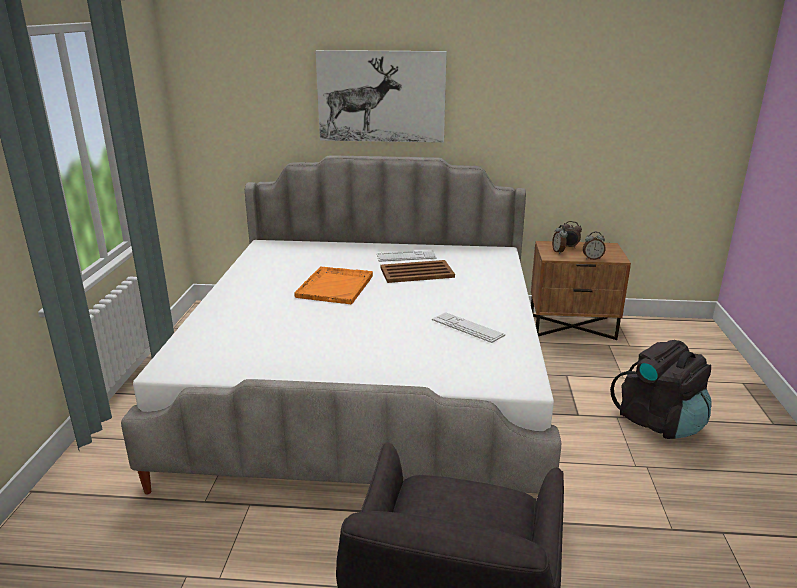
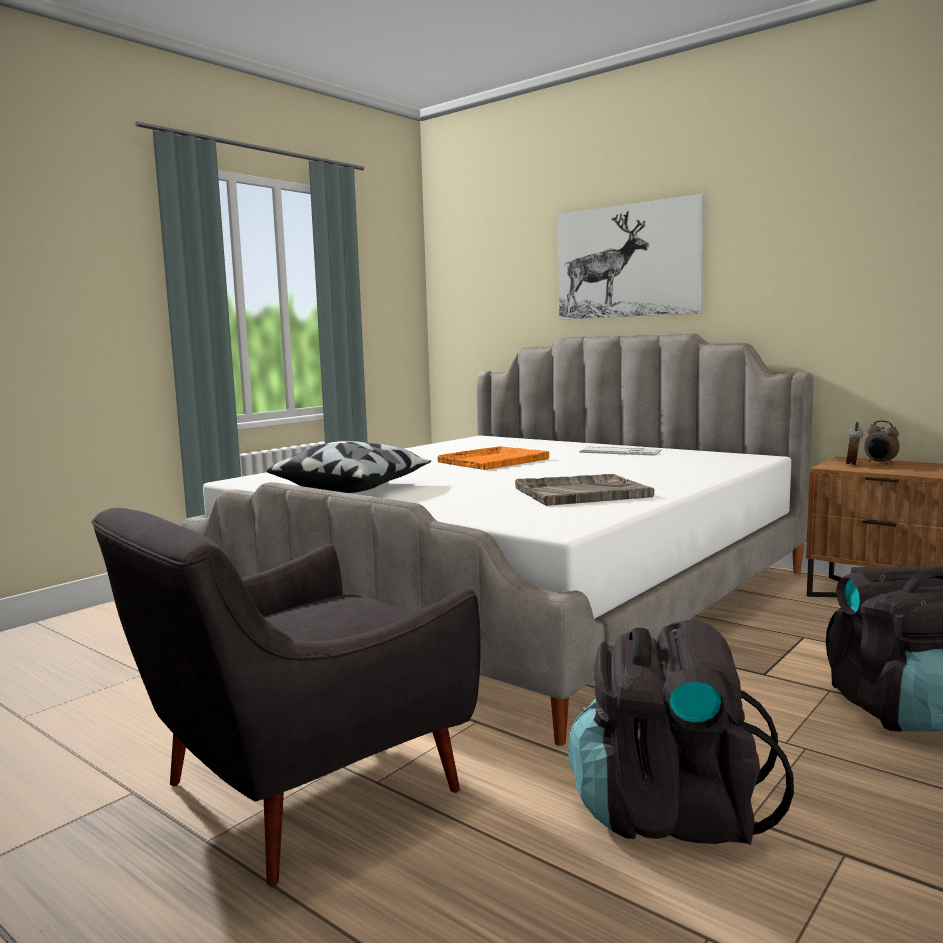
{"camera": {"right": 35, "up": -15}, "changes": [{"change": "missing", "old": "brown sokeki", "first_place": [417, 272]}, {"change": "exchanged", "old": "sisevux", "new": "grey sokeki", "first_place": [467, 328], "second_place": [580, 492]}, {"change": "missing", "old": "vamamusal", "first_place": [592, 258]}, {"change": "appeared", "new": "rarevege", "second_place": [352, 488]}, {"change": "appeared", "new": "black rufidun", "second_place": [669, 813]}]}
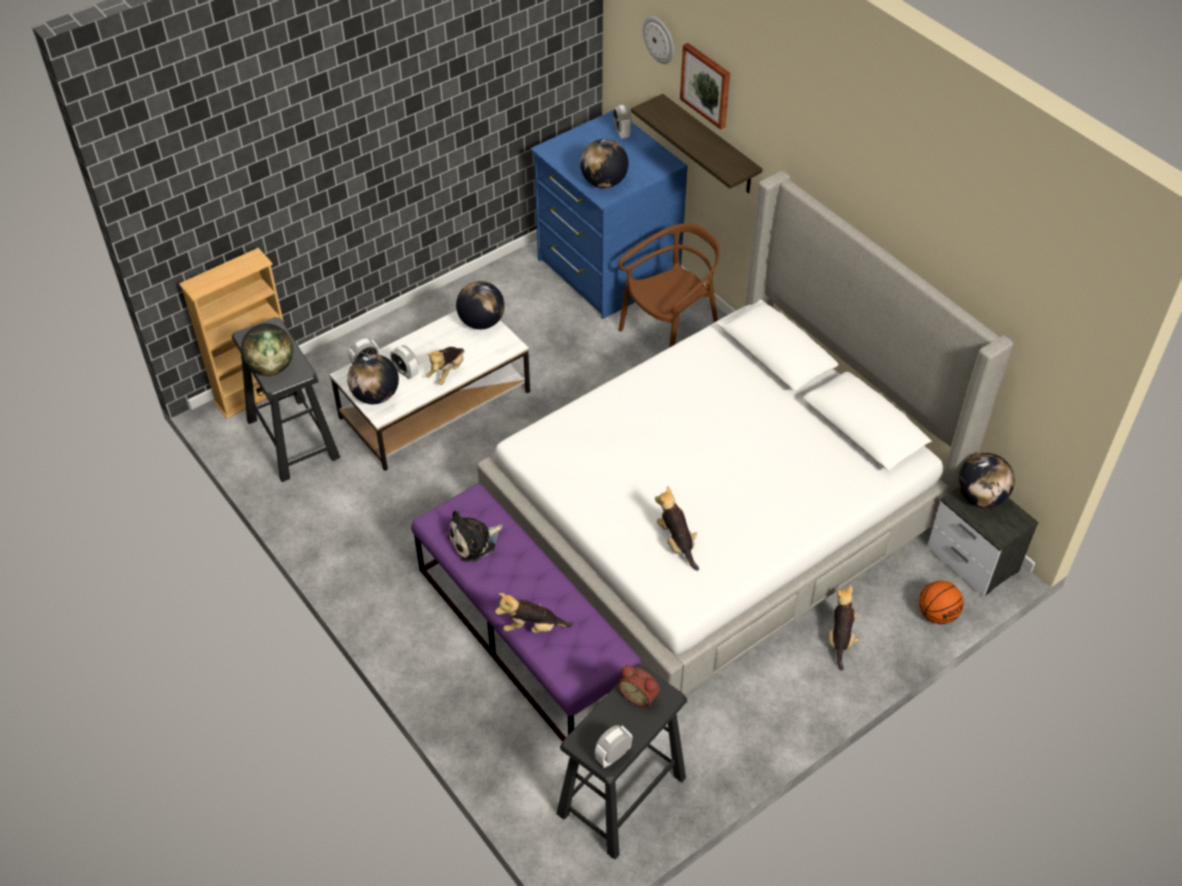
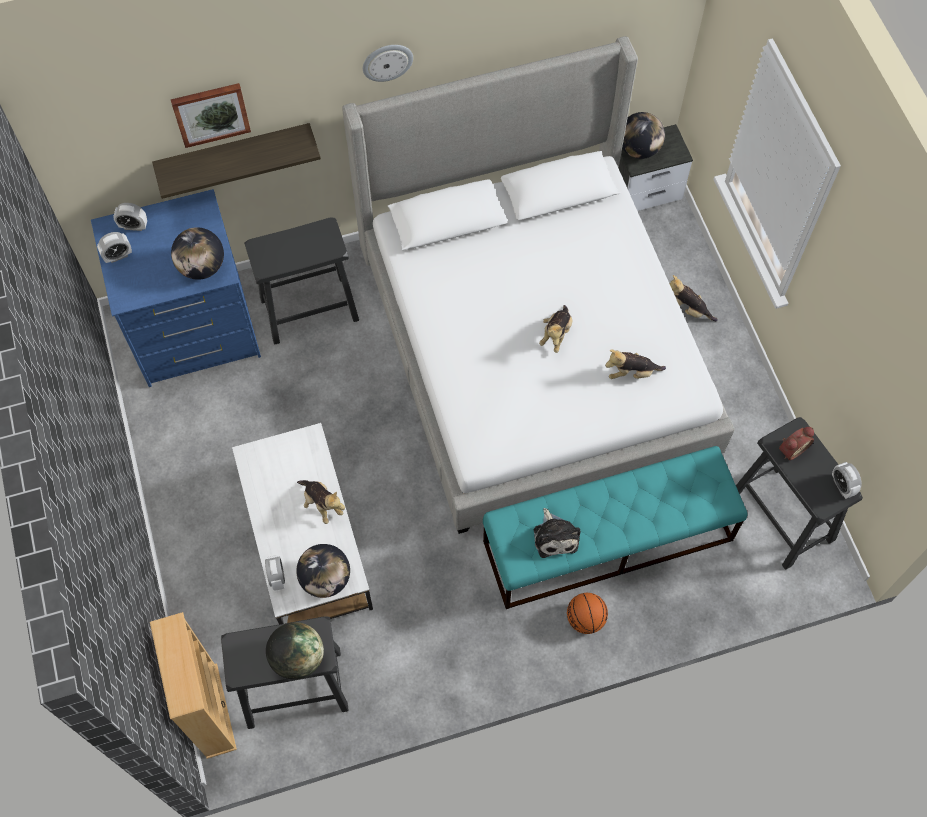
{"camera": {"right": -70, "up": 15}, "changes": [{"change": "relocated", "old": "vamamusal", "first_place": [406, 372], "second_place": [118, 256]}, {"change": "colour", "old": "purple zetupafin", "new": "turquoise zetupafin", "first_place": [525, 636], "second_place": [608, 541]}, {"change": "missing", "old": "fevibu", "first_place": [481, 322]}, {"change": "relocated", "old": "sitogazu", "first_place": [532, 627], "second_place": [556, 334]}, {"change": "exchanged", "old": "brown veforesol", "new": "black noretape", "first_place": [670, 336], "second_place": [310, 309]}, {"change": "relocated", "old": "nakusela", "first_place": [659, 39], "second_place": [387, 61]}, {"change": "relocated", "old": "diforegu", "first_place": [937, 614], "second_place": [585, 619]}]}
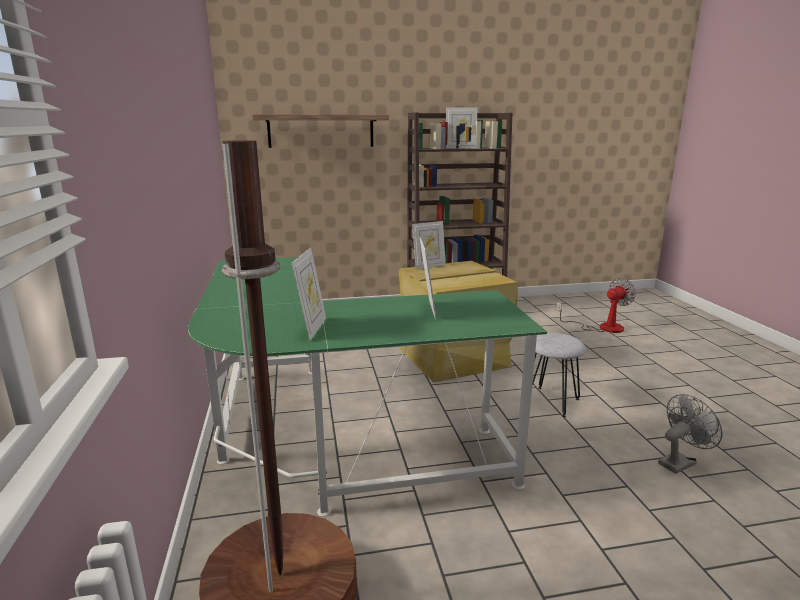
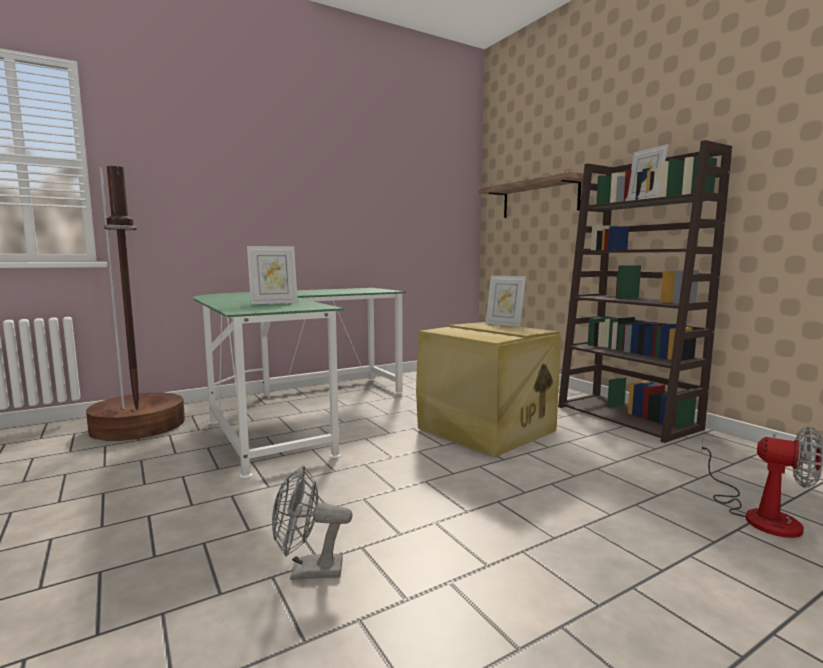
{"camera": {"right": 70, "up": -10}, "changes": [{"change": "missing", "old": "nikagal", "first_place": [312, 328]}, {"change": "missing", "old": "grey noretape", "first_place": [551, 401]}, {"change": "spun", "old": "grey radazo", "first_place": [680, 462], "second_place": [308, 571], "degrees": 135}]}
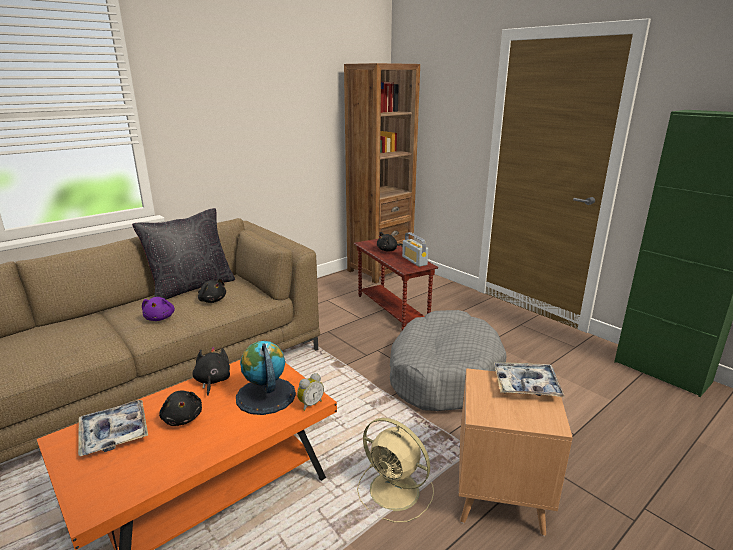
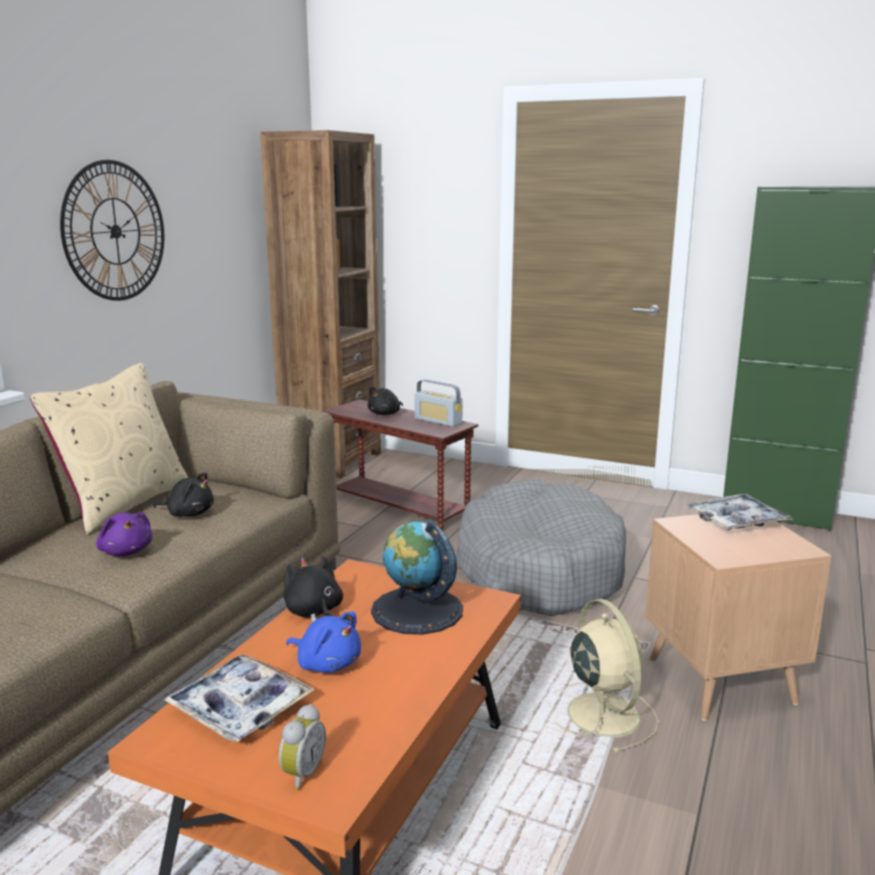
{"camera": {"right": -25, "up": -5}, "changes": [{"change": "colour", "old": "black rarevege", "new": "beige rarevege", "first_place": [191, 287], "second_place": [124, 504]}, {"change": "colour", "old": "black sitogazu", "new": "blue sitogazu", "first_place": [182, 418], "second_place": [327, 663]}, {"change": "relocated", "old": "vamamusal", "first_place": [310, 404], "second_place": [301, 774]}, {"change": "spun", "old": "beige radazo", "first_place": [396, 491], "second_place": [601, 713], "degrees": -120}, {"change": "appeared", "new": "nakusela", "second_place": [115, 231]}]}
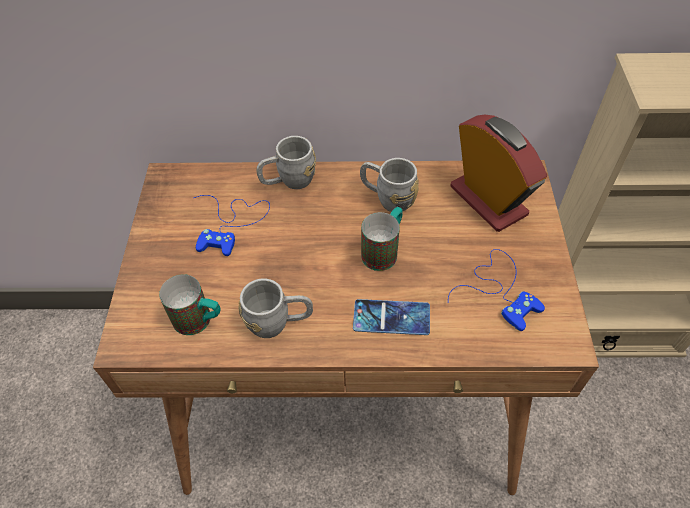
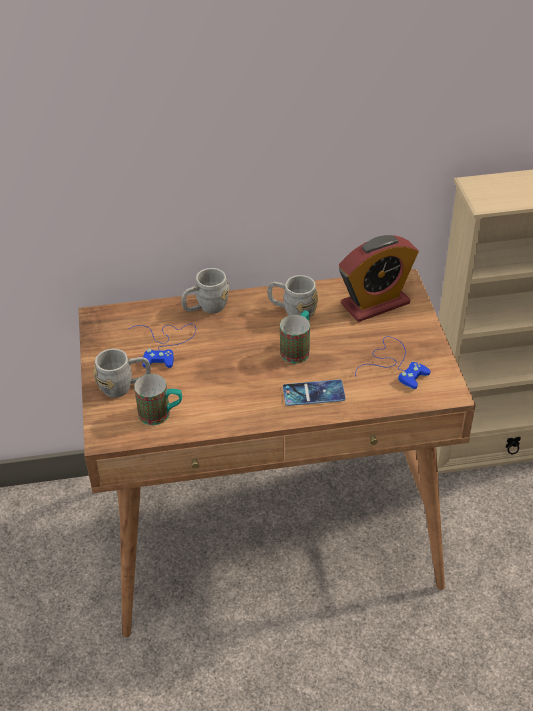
{"camera": {"right": -10, "up": -10}, "changes": [{"change": "relocated", "old": "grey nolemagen", "first_place": [278, 322], "second_place": [124, 386]}, {"change": "spun", "old": "vamamusal", "first_place": [488, 200], "second_place": [375, 304], "degrees": 105}]}
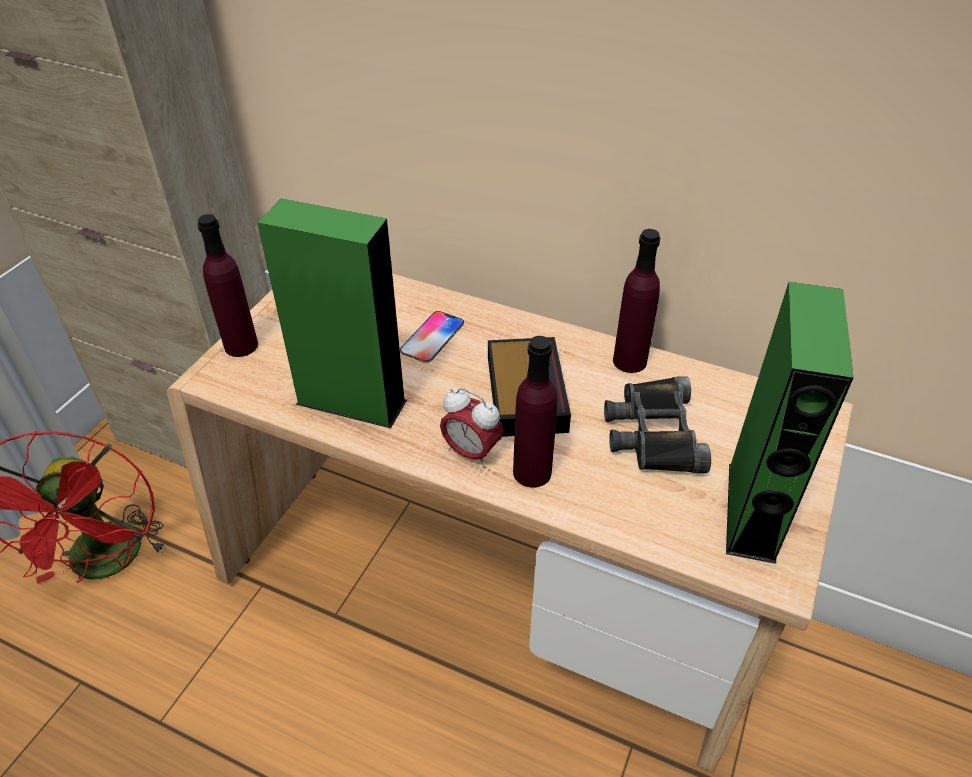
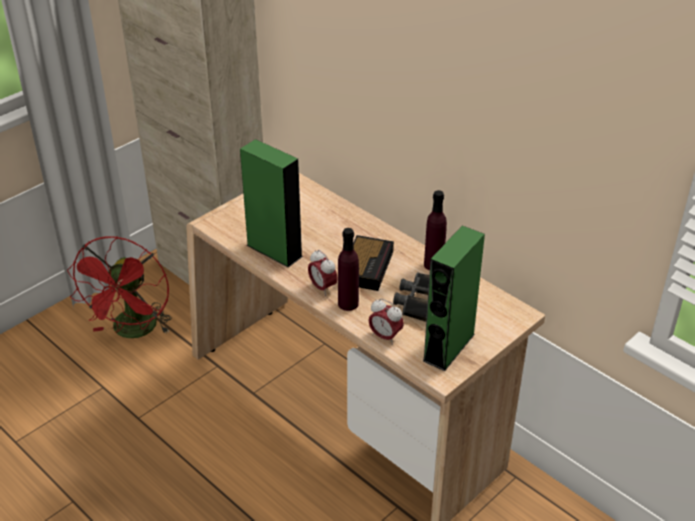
{"camera": {"right": 20, "up": -5}, "changes": [{"change": "missing", "old": "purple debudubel", "first_place": [241, 345]}, {"change": "missing", "old": "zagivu", "first_place": [432, 337]}, {"change": "appeared", "new": "vamamusal", "second_place": [385, 336]}]}
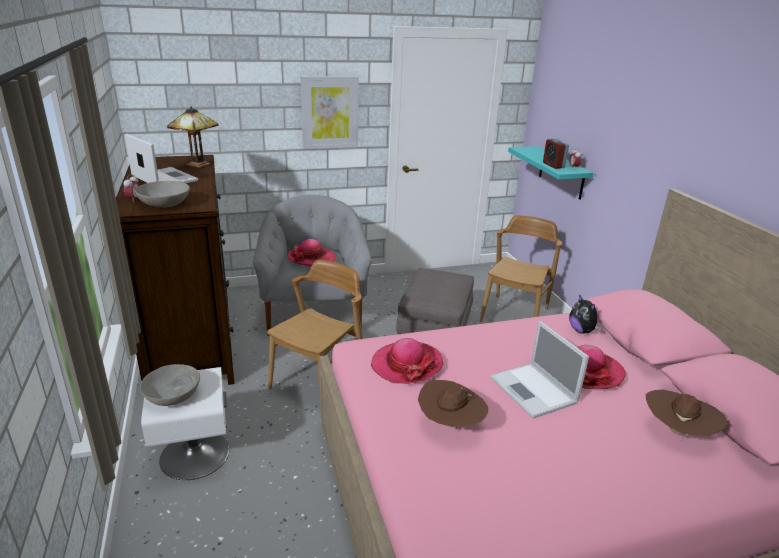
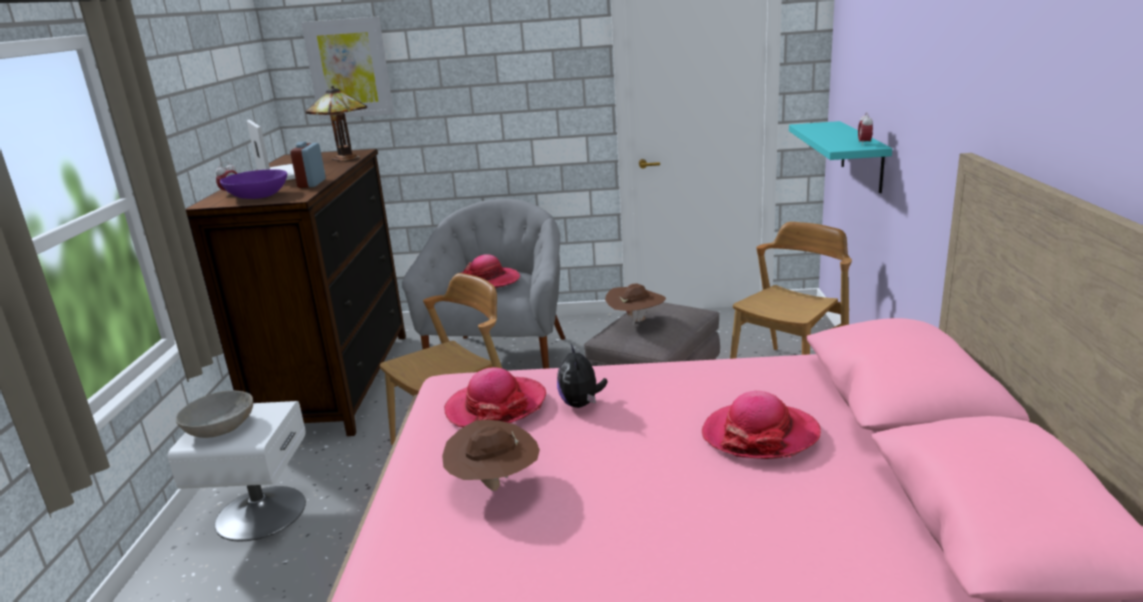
{"camera": {"right": 20, "up": -5}, "changes": [{"change": "colour", "old": "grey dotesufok", "new": "purple dotesufok", "first_place": [164, 204], "second_place": [258, 196]}, {"change": "relocated", "old": "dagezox", "first_place": [329, 112], "second_place": [349, 68]}, {"change": "missing", "old": "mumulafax", "first_place": [534, 391]}, {"change": "relocated", "old": "vamamusal", "first_place": [553, 165], "second_place": [312, 183]}, {"change": "relocated", "old": "sitogazu", "first_place": [582, 331], "second_place": [581, 404]}, {"change": "relocated", "old": "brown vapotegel", "first_place": [677, 432], "second_place": [636, 321]}]}
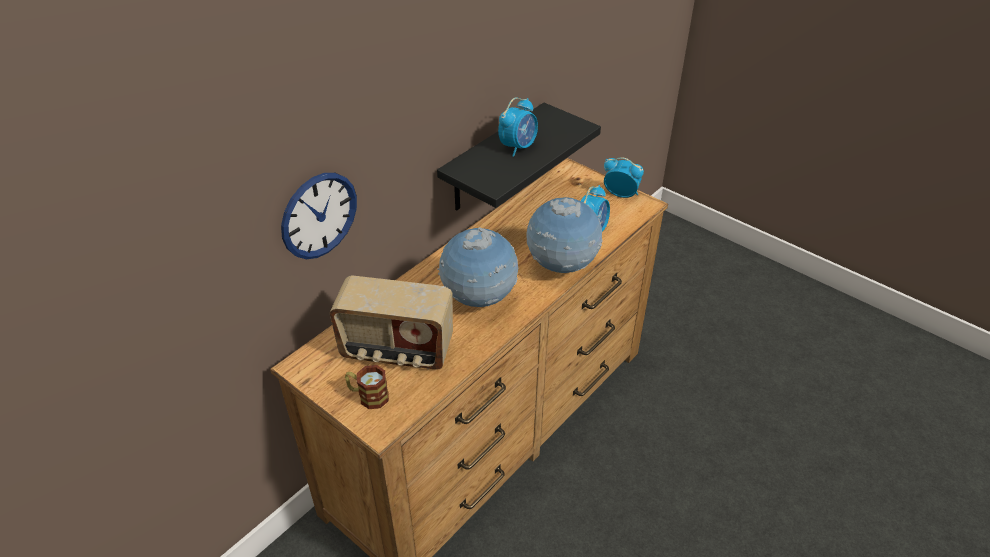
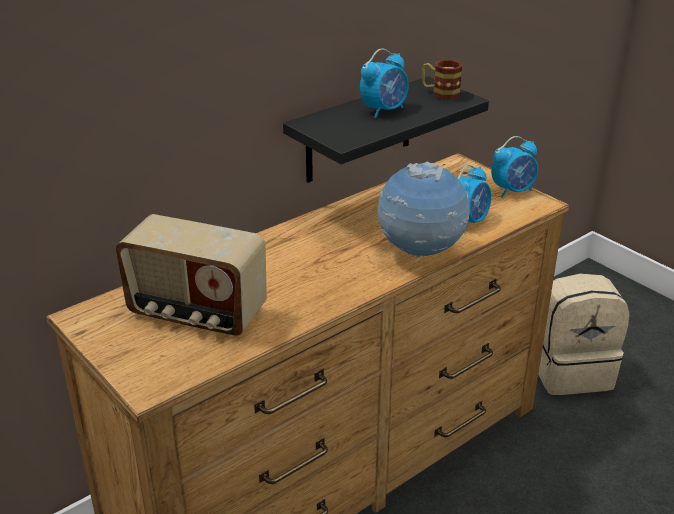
{"camera": {"right": 10, "up": -10}, "changes": [{"change": "missing", "old": "nakusela", "first_place": [319, 215]}, {"change": "relocated", "old": "nolemagen", "first_place": [368, 396], "second_place": [440, 93]}, {"change": "missing", "old": "fevibu", "first_place": [479, 299]}, {"change": "spun", "old": "vamamusal", "first_place": [621, 194], "second_place": [513, 191], "degrees": 120}, {"change": "appeared", "new": "beige rufidun", "second_place": [571, 371]}]}
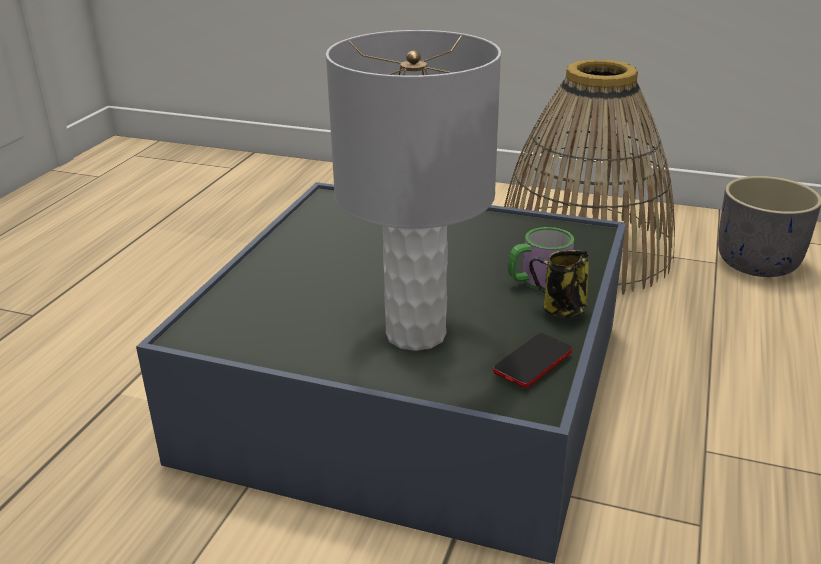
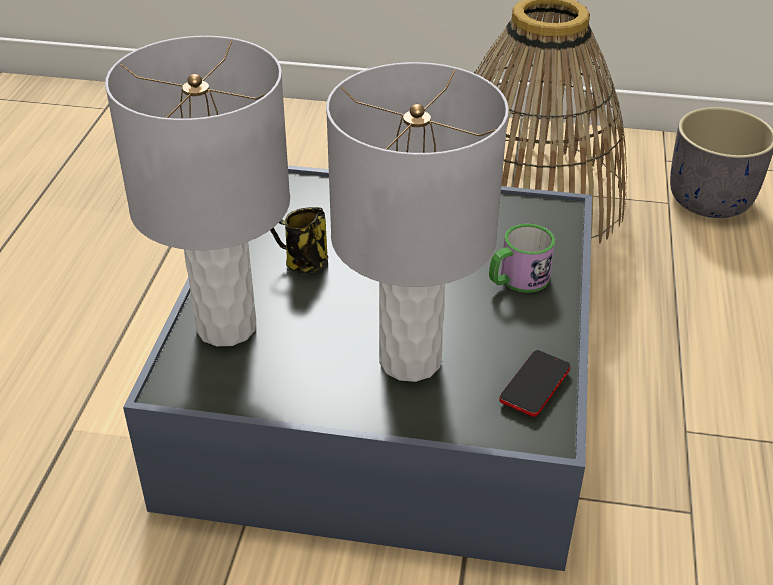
{"camera": {"right": -10, "up": 10}, "changes": [{"change": "relocated", "old": "nolemagen", "first_place": [561, 309], "second_place": [304, 263]}, {"change": "appeared", "new": "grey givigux", "second_place": [227, 327]}]}
